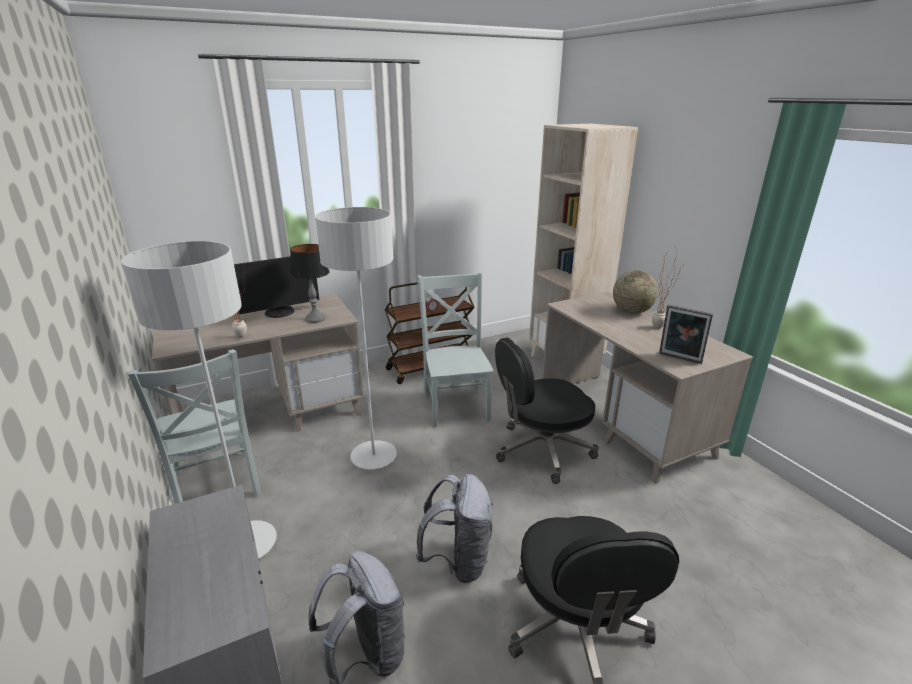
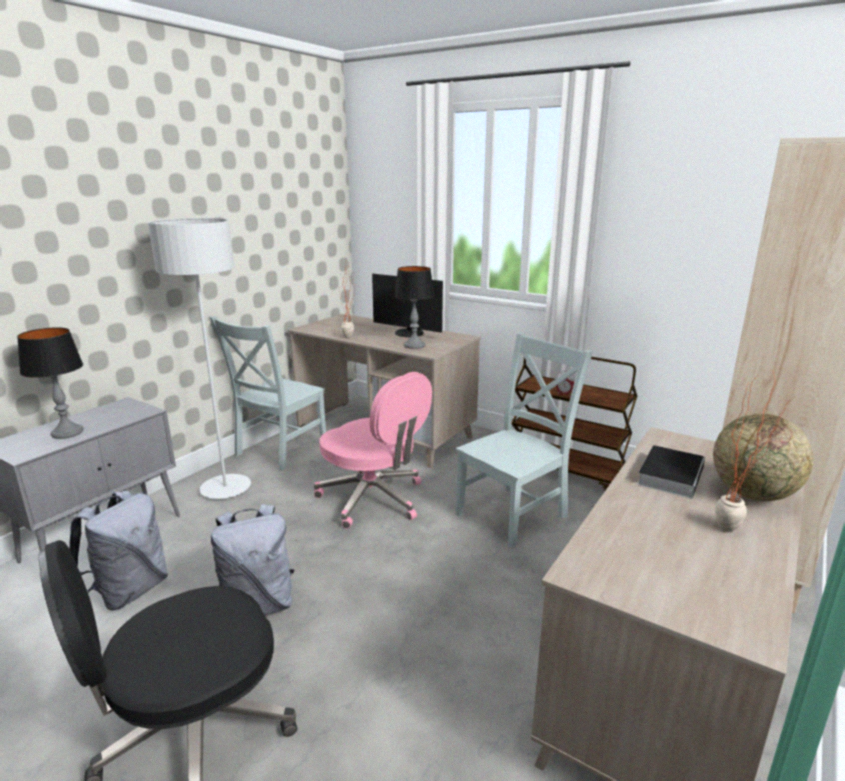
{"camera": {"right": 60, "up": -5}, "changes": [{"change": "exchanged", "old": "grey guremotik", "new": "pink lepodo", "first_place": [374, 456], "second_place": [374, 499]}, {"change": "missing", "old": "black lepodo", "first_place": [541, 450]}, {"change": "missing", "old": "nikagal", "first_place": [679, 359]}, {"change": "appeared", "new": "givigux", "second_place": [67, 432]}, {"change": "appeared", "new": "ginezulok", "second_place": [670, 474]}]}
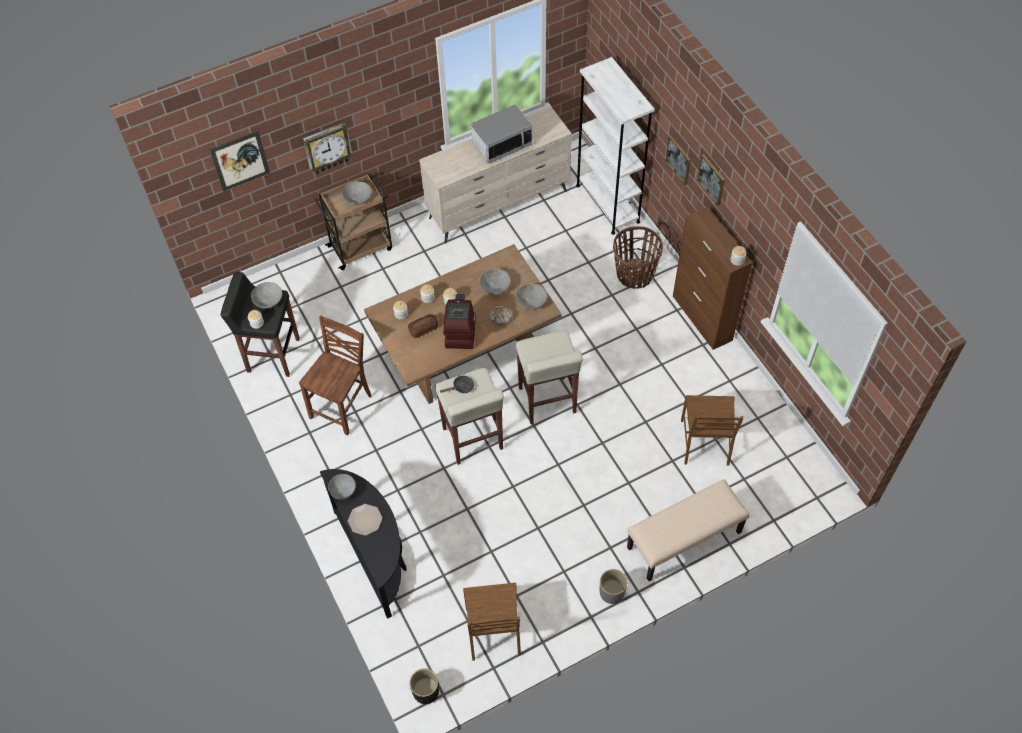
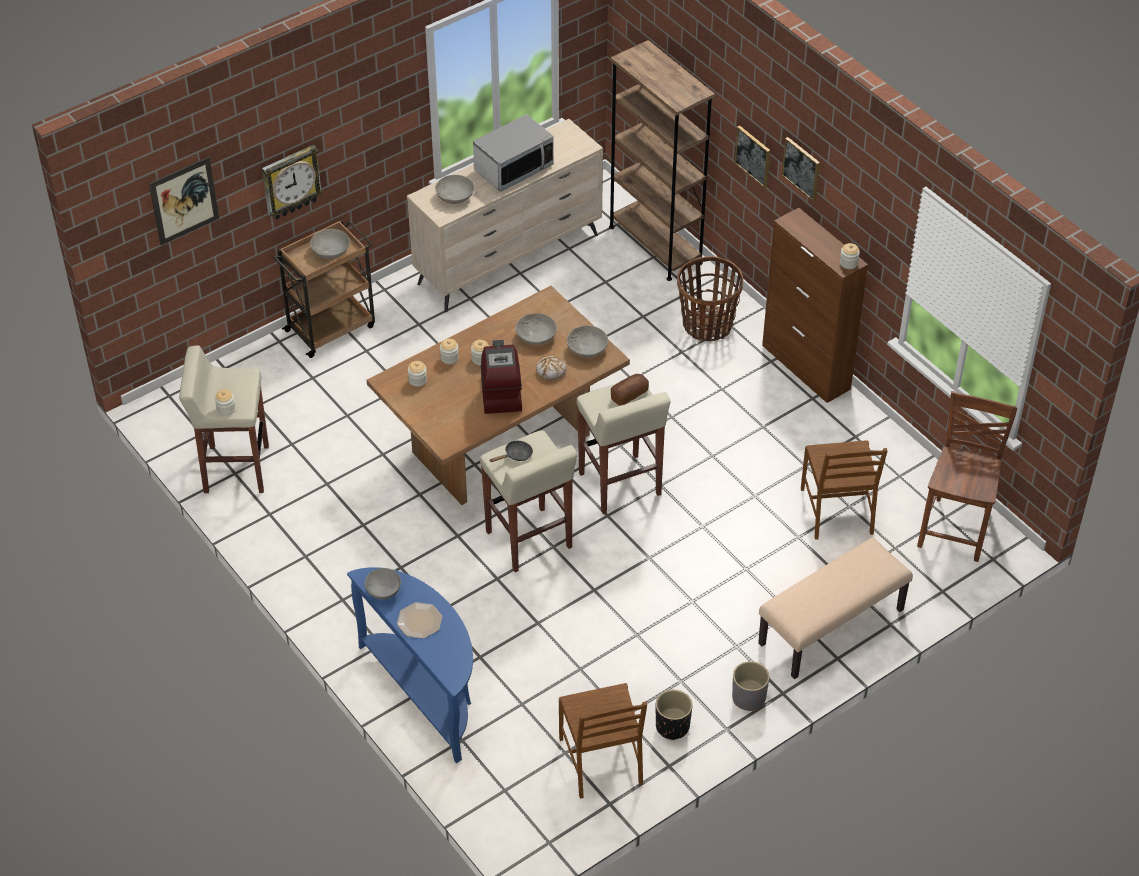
{"camera": {"right": -10, "up": -10}, "changes": [{"change": "colour", "old": "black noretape", "new": "beige noretape", "first_place": [272, 355], "second_place": [235, 469]}, {"change": "relocated", "old": "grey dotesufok", "first_place": [268, 300], "second_place": [455, 197]}, {"change": "relocated", "old": "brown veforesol", "first_place": [343, 406], "second_place": [956, 528]}, {"change": "colour", "old": "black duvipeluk", "new": "blue duvipeluk", "first_place": [376, 556], "second_place": [426, 692]}, {"change": "relocated", "old": "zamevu", "first_place": [423, 329], "second_place": [629, 394]}, {"change": "relocated", "old": "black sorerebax", "first_place": [426, 691], "second_place": [672, 726]}, {"change": "colour", "old": "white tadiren", "new": "brown tadiren", "first_place": [607, 203], "second_place": [655, 245]}]}
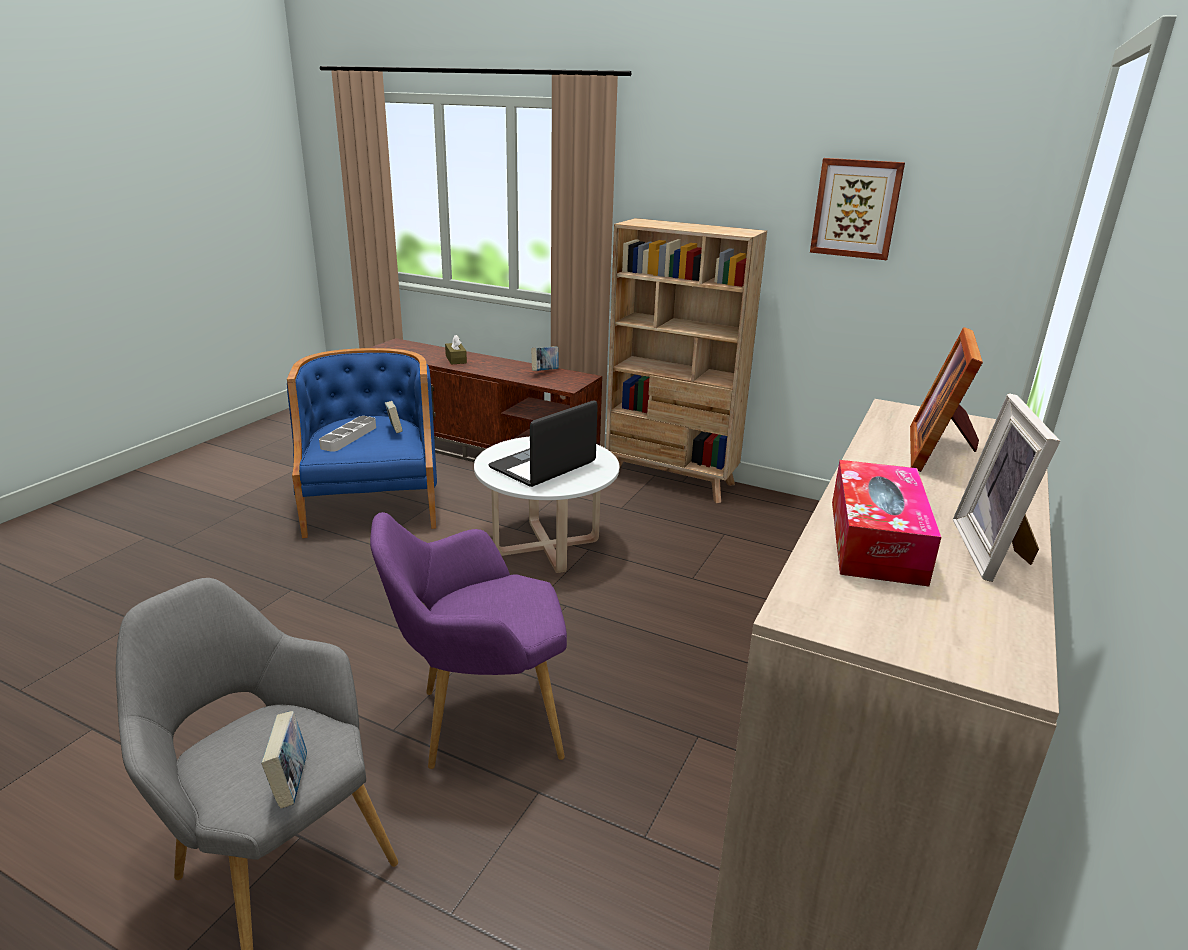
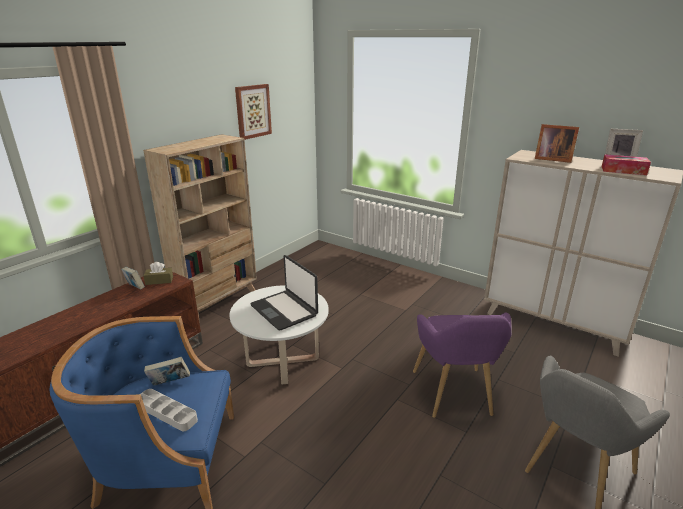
{"camera": {"right": -80, "up": 0}, "changes": [{"change": "missing", "old": "ginezulok", "first_place": [290, 783]}, {"change": "relocated", "old": "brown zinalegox", "first_place": [456, 359], "second_place": [159, 281]}]}
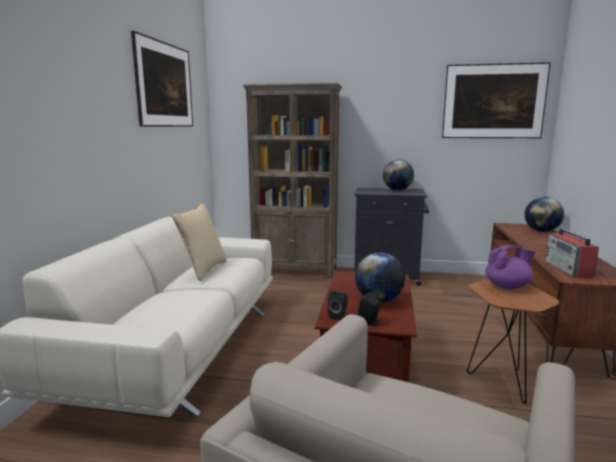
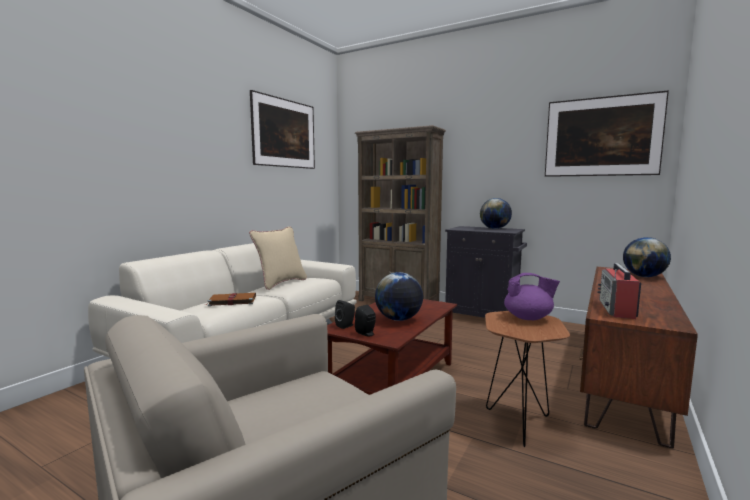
{"camera": {"right": 20, "up": -5}, "changes": [{"change": "appeared", "new": "brown ginezulok", "second_place": [231, 301]}]}
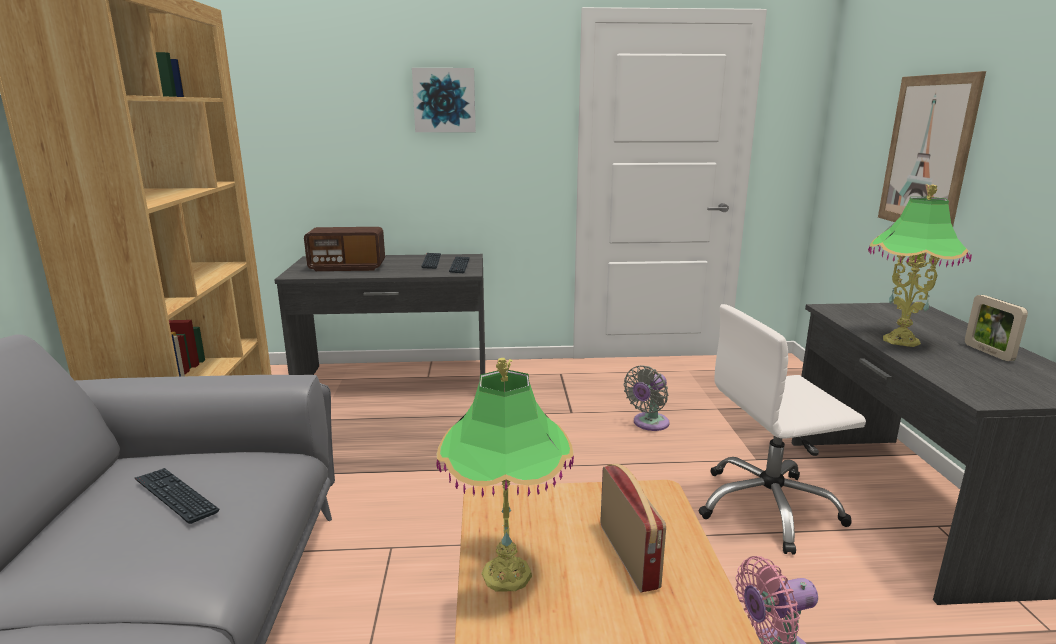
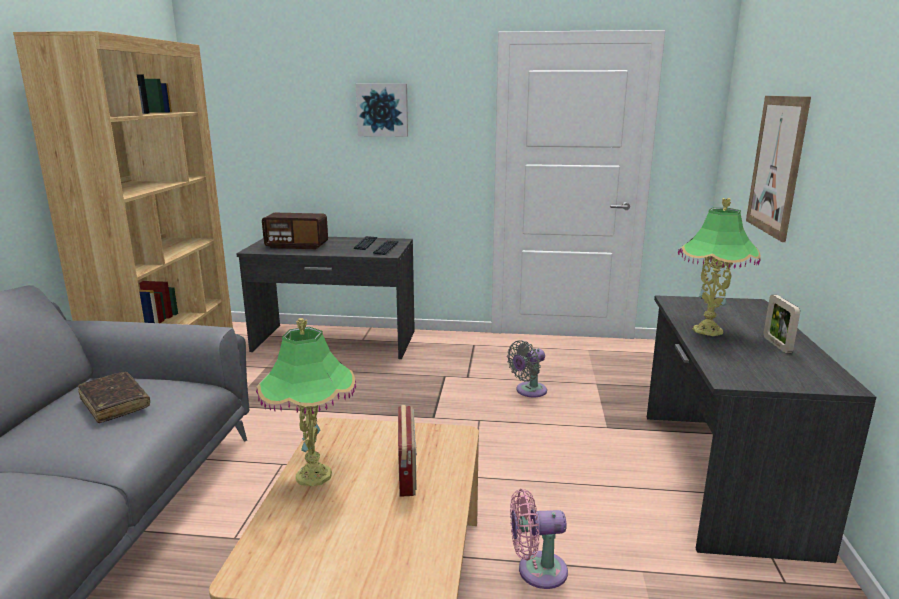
{"camera": {"right": 10, "up": 0}, "changes": [{"change": "exchanged", "old": "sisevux", "new": "brown ginezulok", "first_place": [176, 496], "second_place": [115, 404]}, {"change": "missing", "old": "white lepodo", "first_place": [768, 507]}]}
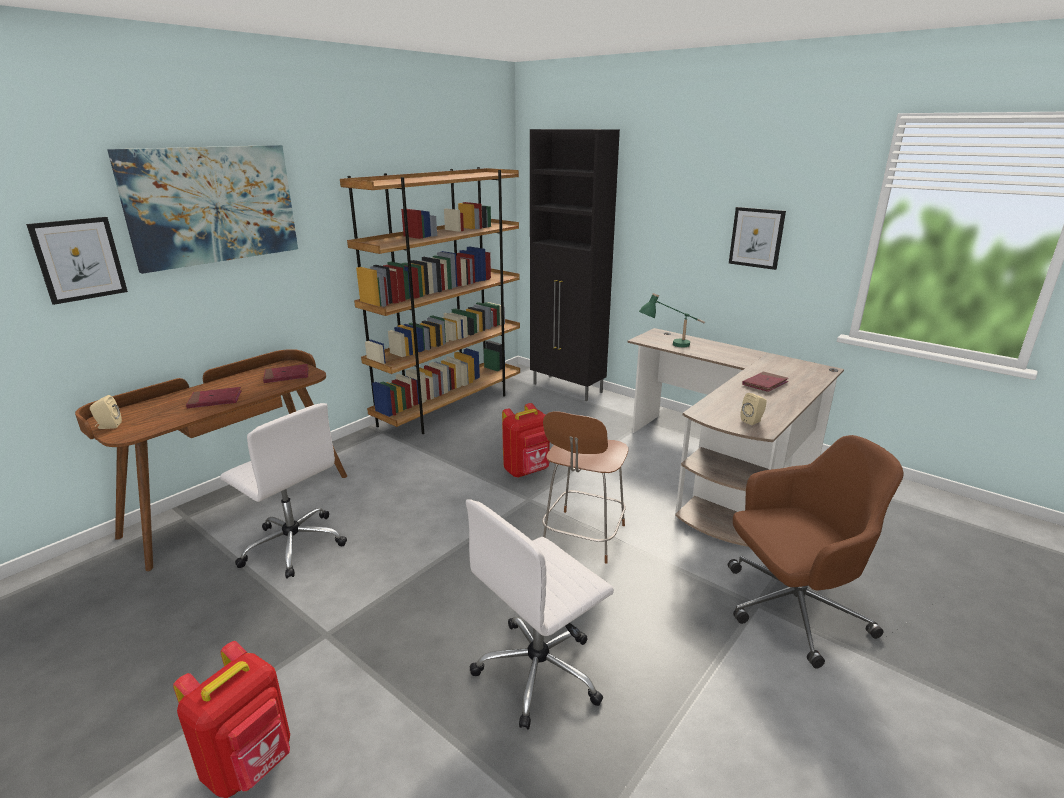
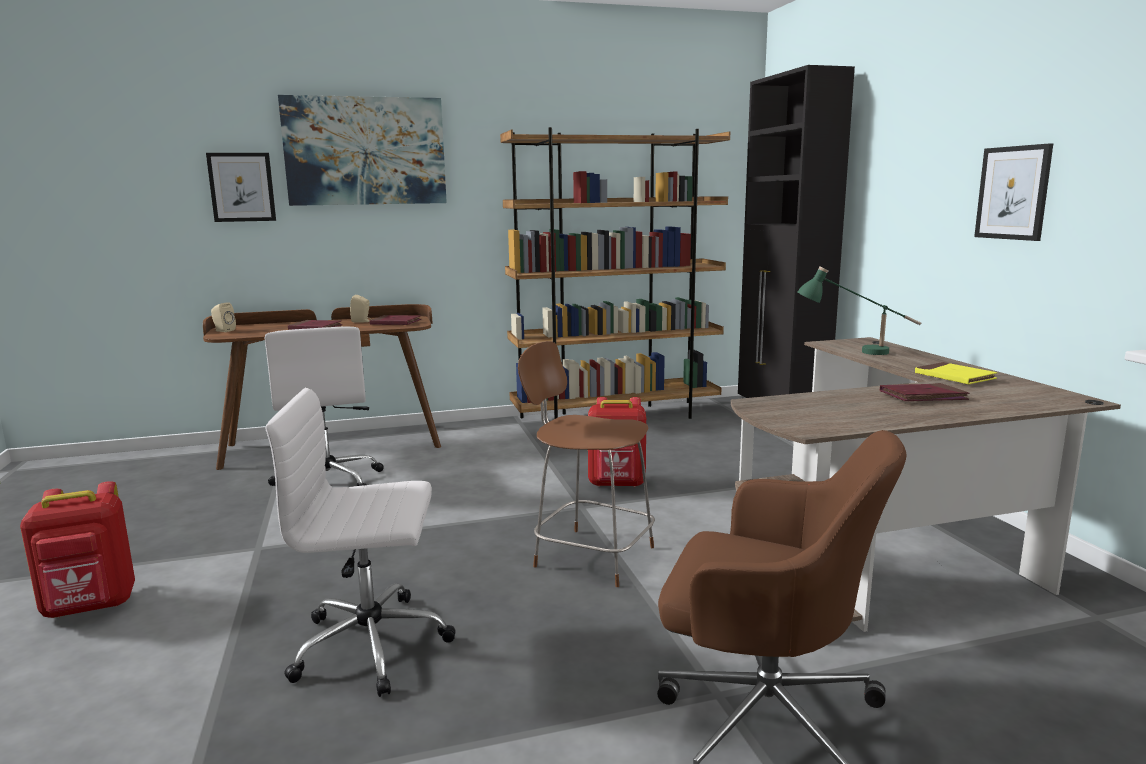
{"camera": {"right": 35, "up": -10}, "changes": [{"change": "spun", "old": "brown veforesol", "first_place": [583, 537], "second_place": [590, 555], "degrees": 60}, {"change": "relocated", "old": "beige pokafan", "first_place": [753, 421], "second_place": [362, 321]}, {"change": "appeared", "new": "yellow ginezulok", "second_place": [954, 377]}]}
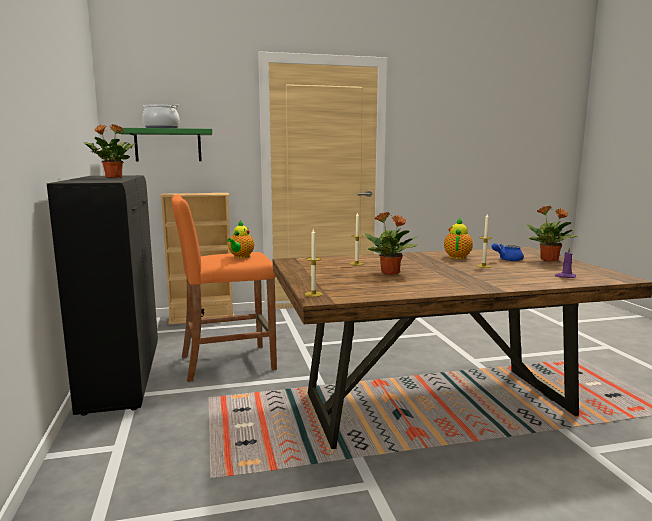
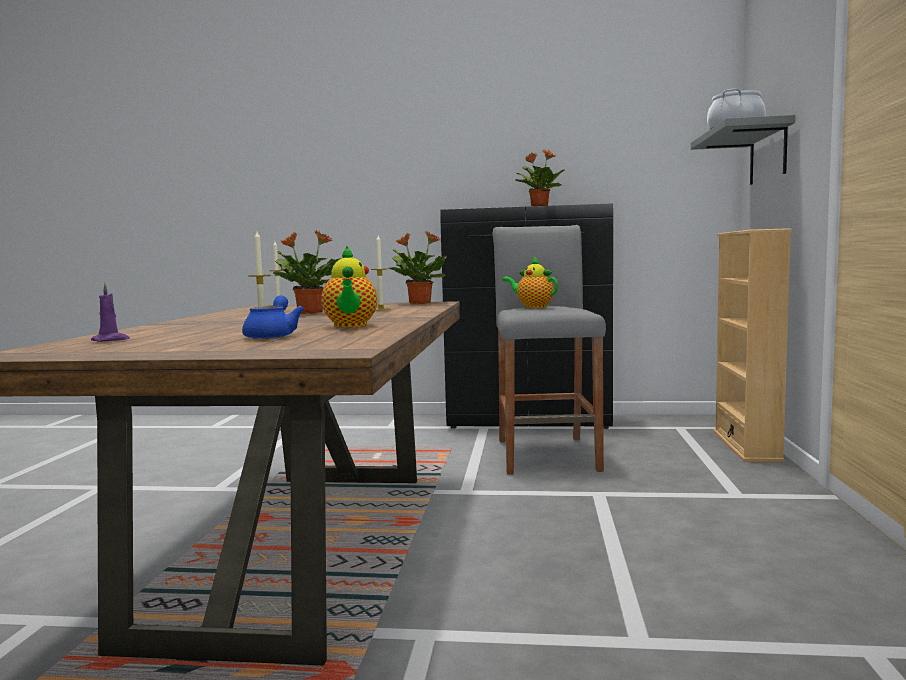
{"camera": {"right": 110, "up": -5}, "changes": [{"change": "colour", "old": "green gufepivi", "new": "grey gufepivi", "first_place": [168, 145], "second_place": [768, 154]}, {"change": "colour", "old": "orange noretape", "new": "grey noretape", "first_place": [228, 362], "second_place": [547, 455]}, {"change": "spun", "old": "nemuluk", "first_place": [457, 257], "second_place": [350, 326], "degrees": 45}, {"change": "relocated", "old": "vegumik", "first_place": [549, 260], "second_place": [419, 303]}]}
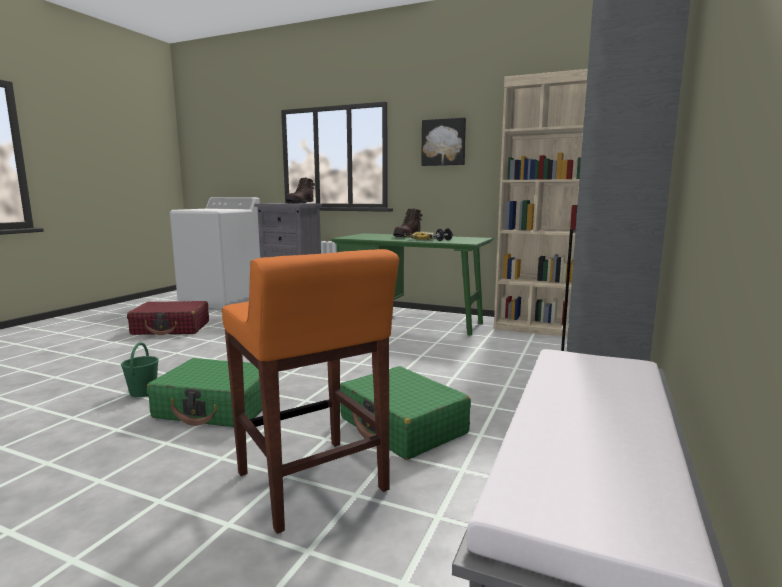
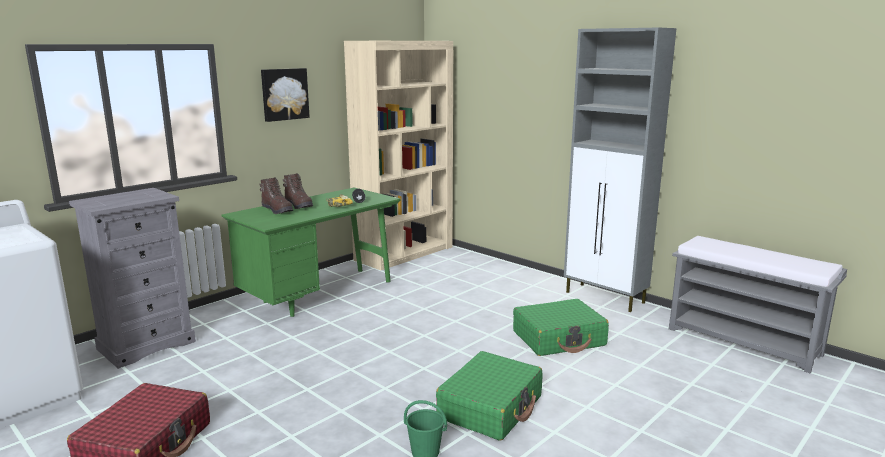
{"camera": {"right": -70, "up": 5}, "changes": [{"change": "missing", "old": "orange noretape", "first_place": [312, 483]}, {"change": "relocated", "old": "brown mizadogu", "first_place": [301, 203], "second_place": [277, 210]}]}
